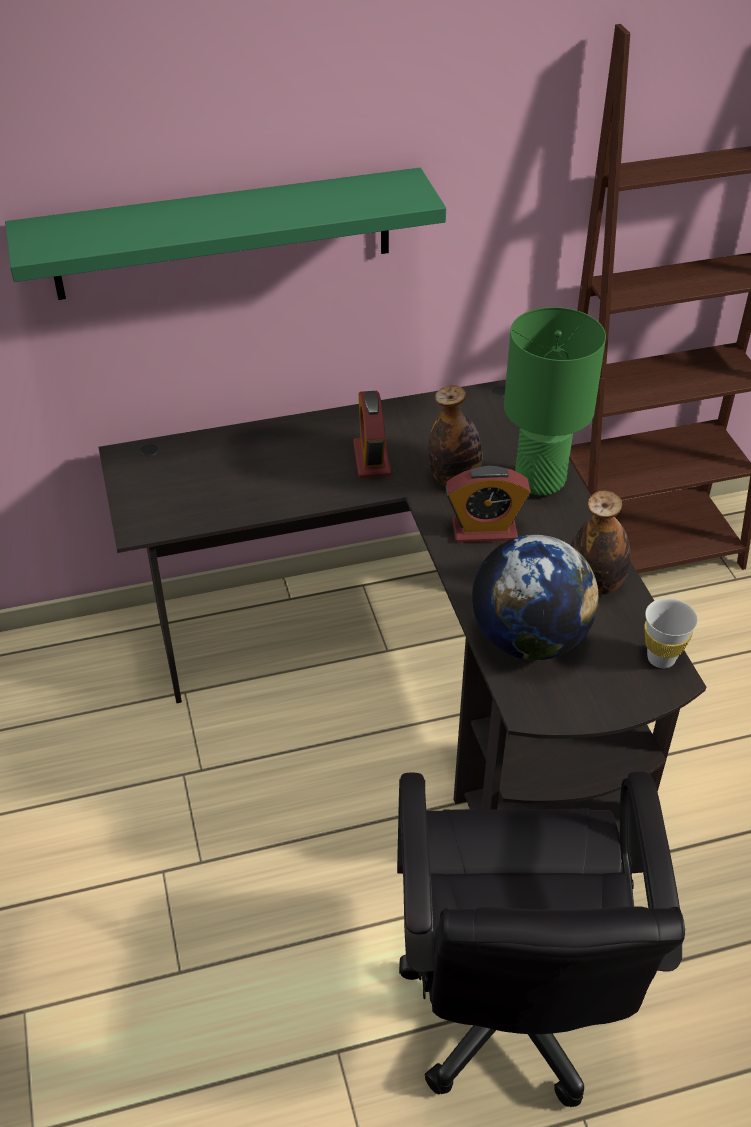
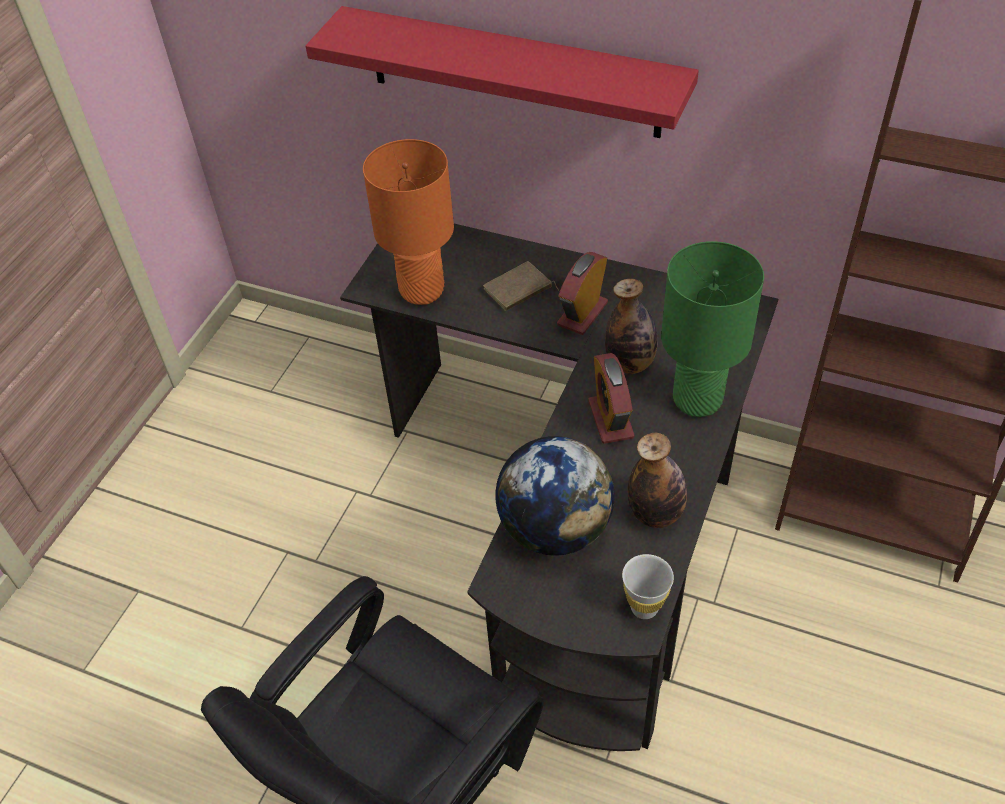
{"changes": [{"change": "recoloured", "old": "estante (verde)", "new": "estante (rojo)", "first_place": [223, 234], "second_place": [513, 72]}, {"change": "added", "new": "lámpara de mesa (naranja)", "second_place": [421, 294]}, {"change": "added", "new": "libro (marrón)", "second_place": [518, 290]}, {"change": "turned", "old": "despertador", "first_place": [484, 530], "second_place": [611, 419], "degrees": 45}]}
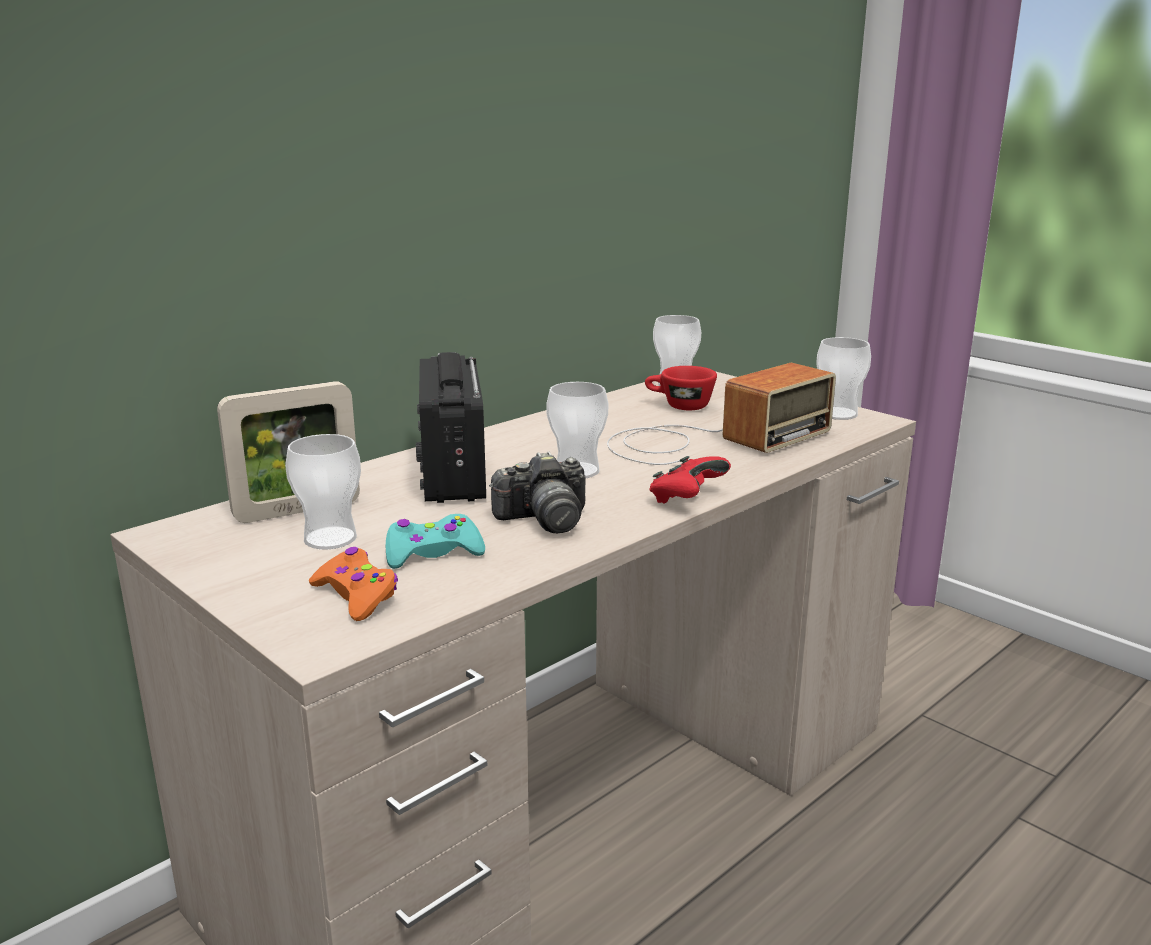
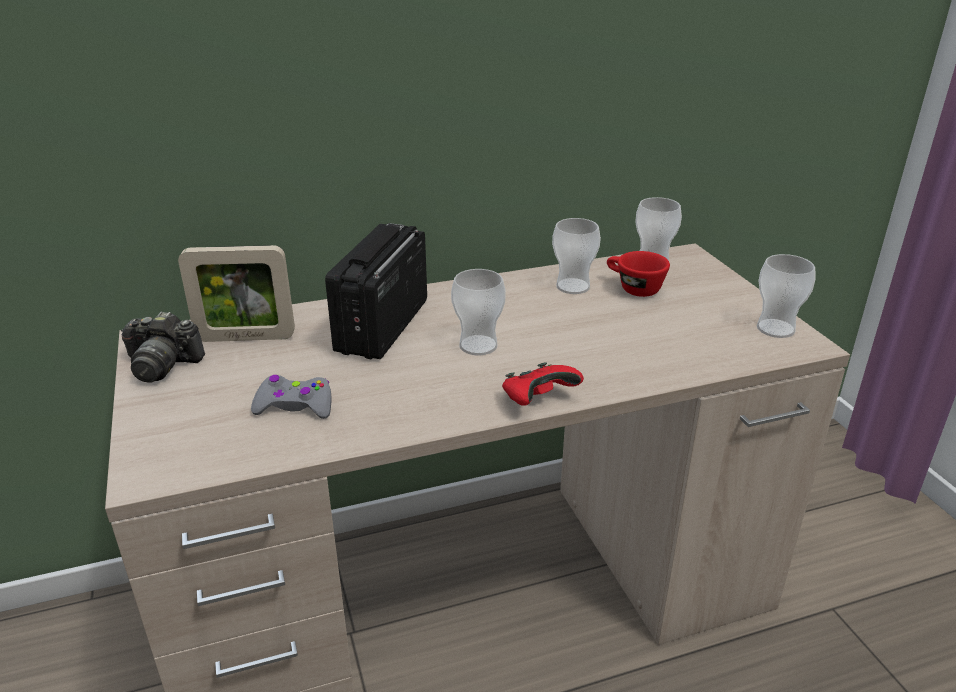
{"changes": [{"change": "moved", "old": "cámara", "first_place": [544, 519], "second_place": [162, 365]}, {"change": "recoloured", "old": "mando de consola (turquesa)", "new": "mando de consola (gris)", "first_place": [432, 553], "second_place": [295, 406]}, {"change": "moved", "old": "taza", "first_place": [330, 538], "second_place": [573, 286]}, {"change": "removed", "old": "mando de consola (naranja)", "first_place": [356, 595]}, {"change": "removed", "old": "radio", "first_place": [710, 440]}]}
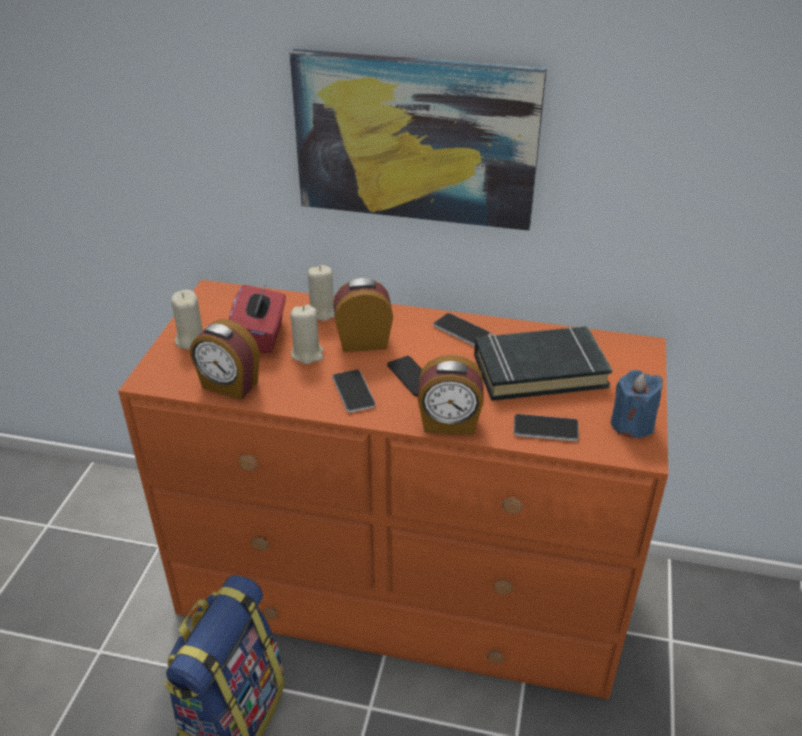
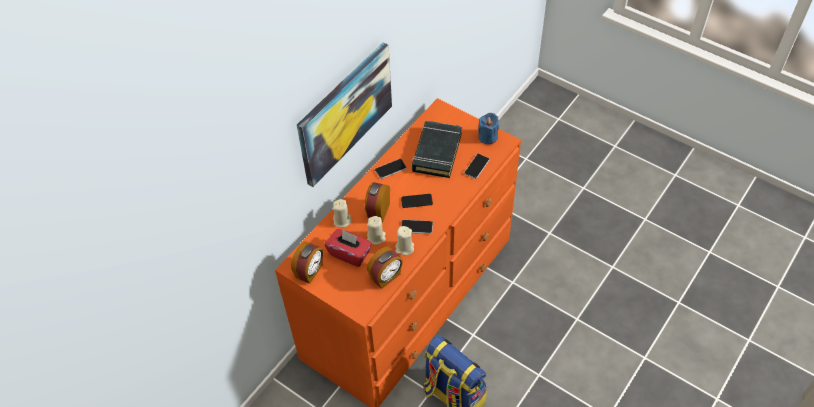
{"changes": [{"change": "moved", "old": "despertador", "first_place": [449, 424], "second_place": [310, 271]}, {"change": "moved", "old": "vela (beis)", "first_place": [190, 340], "second_place": [404, 248]}]}
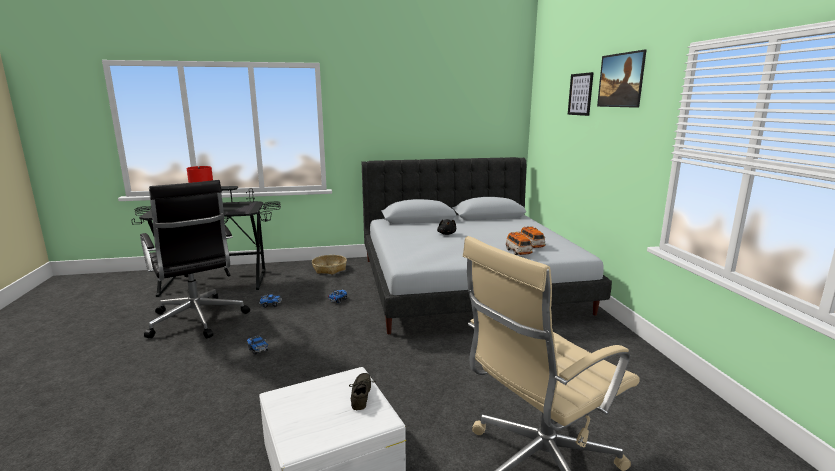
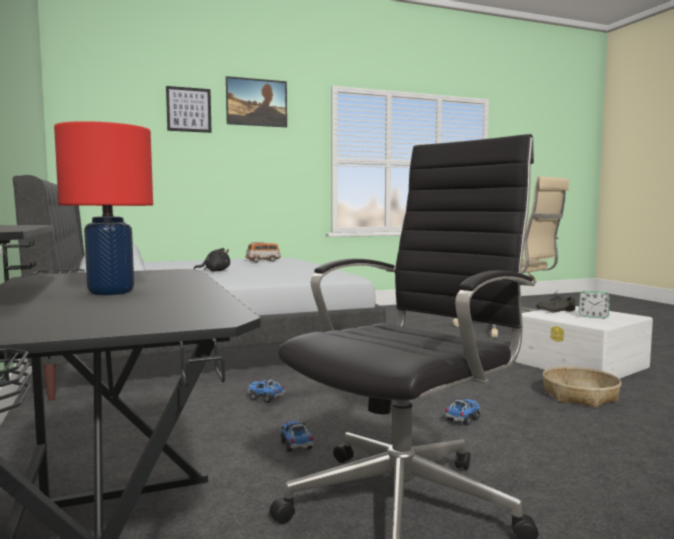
{"changes": [{"change": "moved", "old": "cesta", "first_place": [329, 269], "second_place": [580, 396]}, {"change": "added", "new": "despertador", "second_place": [593, 316]}, {"change": "removed", "old": "coche de juguete", "first_place": [518, 252]}]}
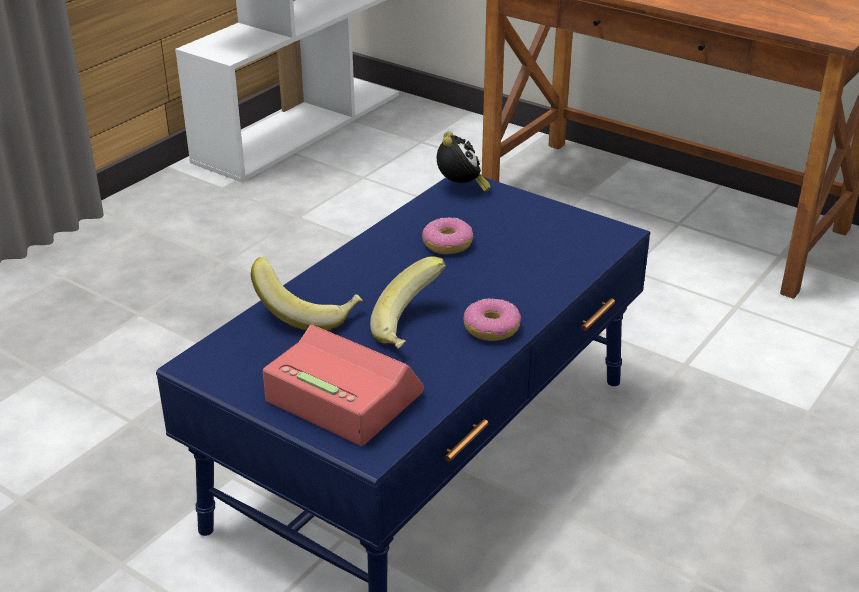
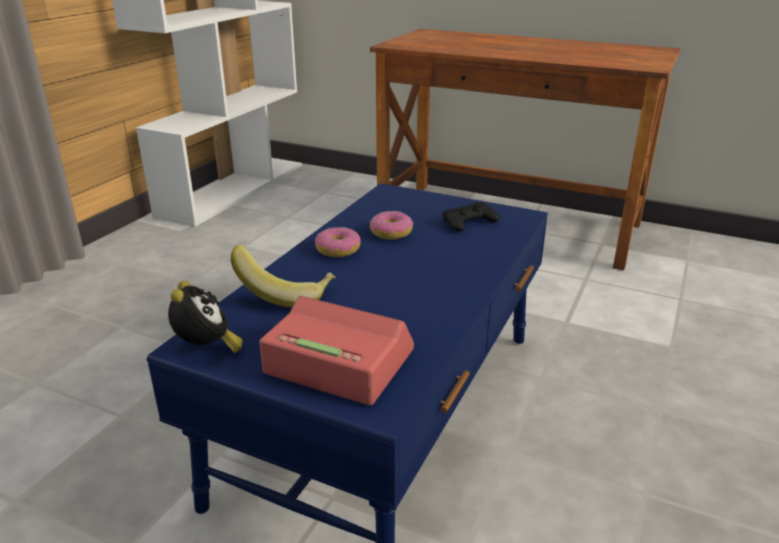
{"changes": [{"change": "moved", "old": "despertador", "first_place": [461, 188], "second_place": [207, 349]}, {"change": "moved", "old": "rosquilla", "first_place": [491, 328], "second_place": [338, 250]}, {"change": "added", "new": "mando de consola (negro)", "second_place": [469, 222]}, {"change": "removed", "old": "plátano", "first_place": [412, 328]}]}
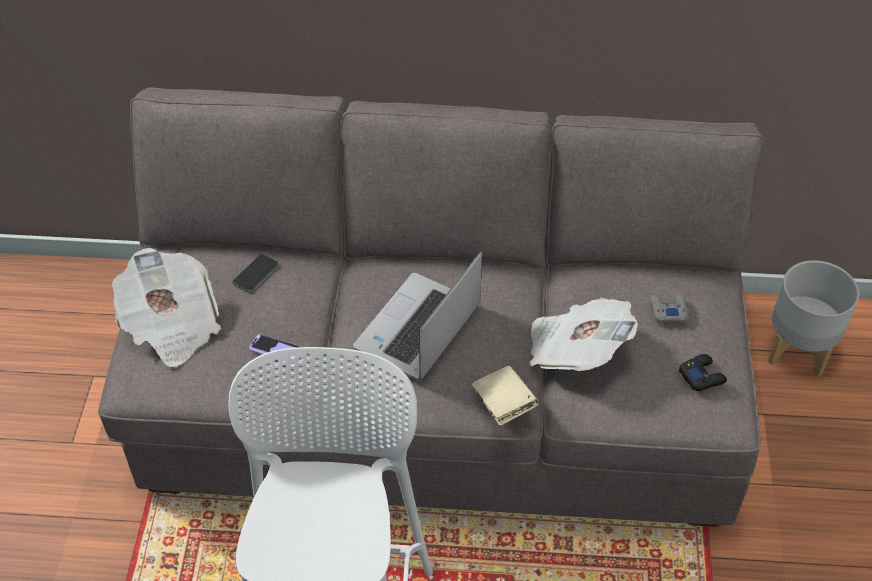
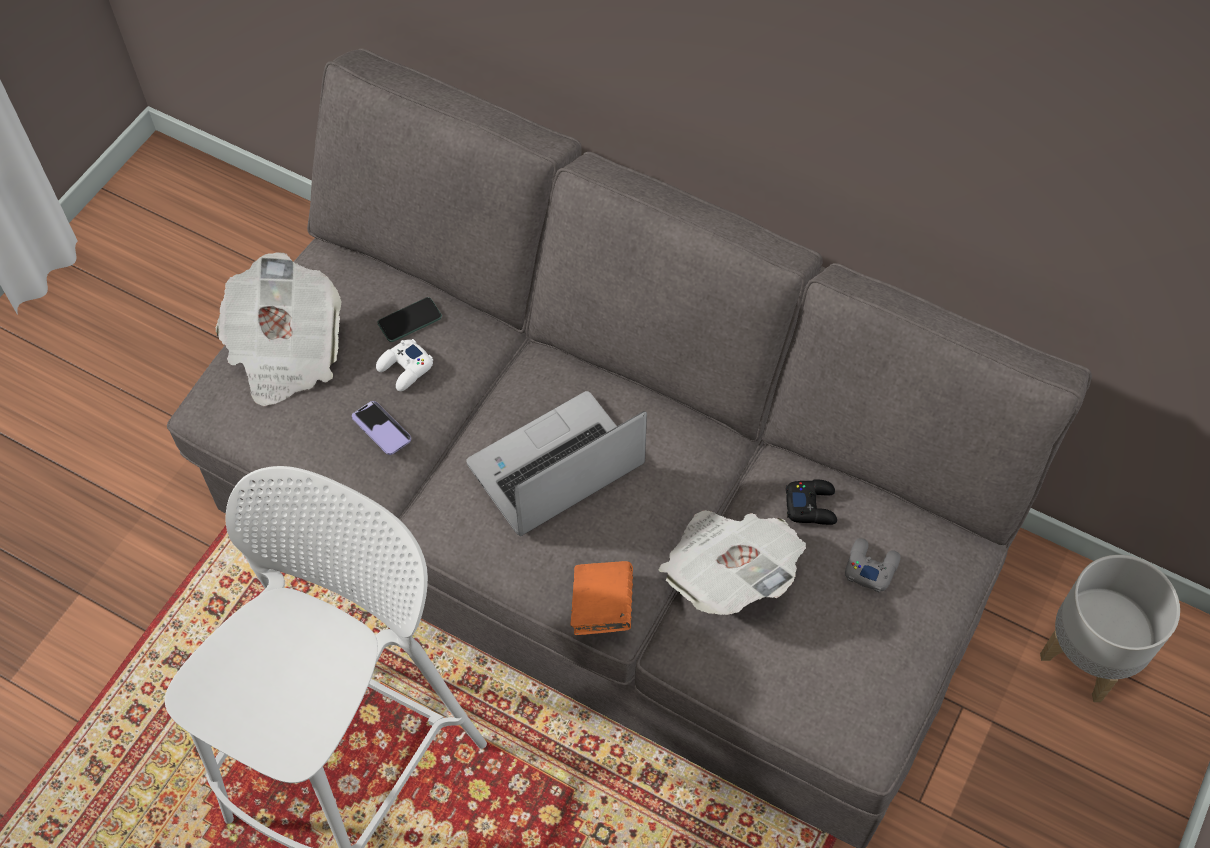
{"changes": [{"change": "added", "new": "mando de consola (blanco)", "second_place": [405, 369]}, {"change": "recoloured", "old": "libro (beis)", "new": "libro (naranja)", "first_place": [503, 405], "second_place": [602, 607]}, {"change": "moved", "old": "mando de consola (negro)", "first_place": [702, 376], "second_place": [811, 505]}]}
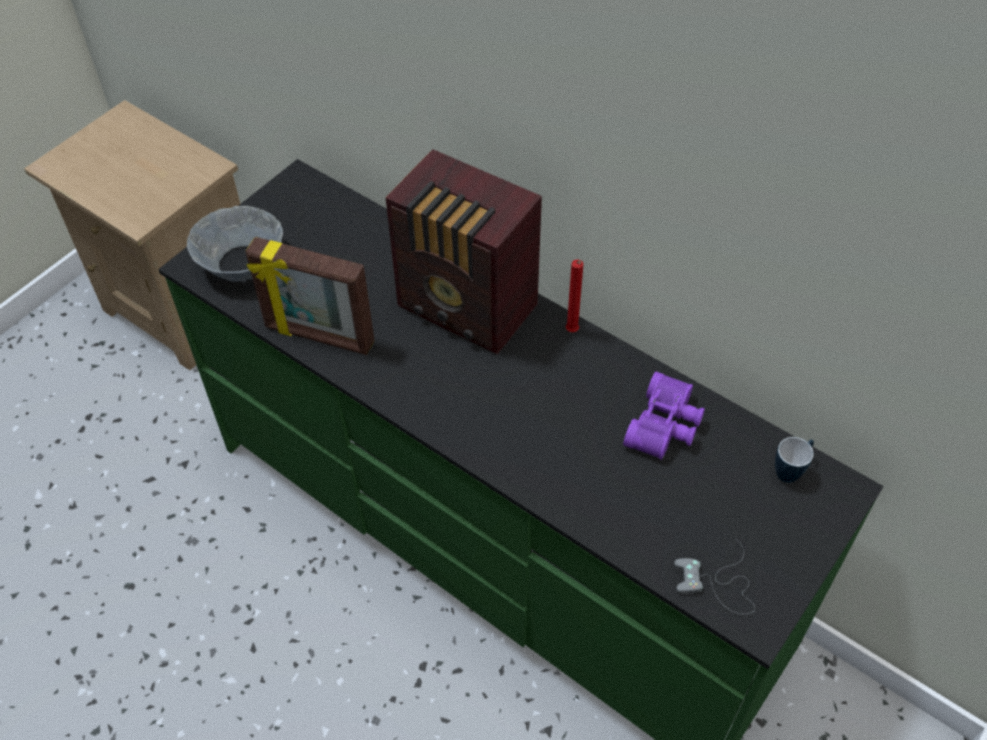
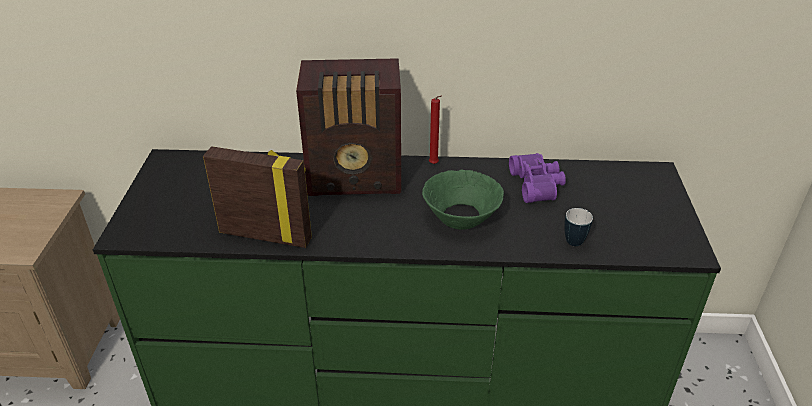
{"changes": [{"change": "turned", "old": "portarretratos", "first_place": [319, 336], "second_place": [266, 235], "degrees": -150}, {"change": "added", "new": "cuenco (verde)", "second_place": [462, 217]}, {"change": "moved", "old": "taza grande", "first_place": [791, 471], "second_place": [574, 238]}, {"change": "removed", "old": "cuenco (gris)", "first_place": [242, 263]}, {"change": "removed", "old": "mando de consola (gris)", "first_place": [718, 583]}]}
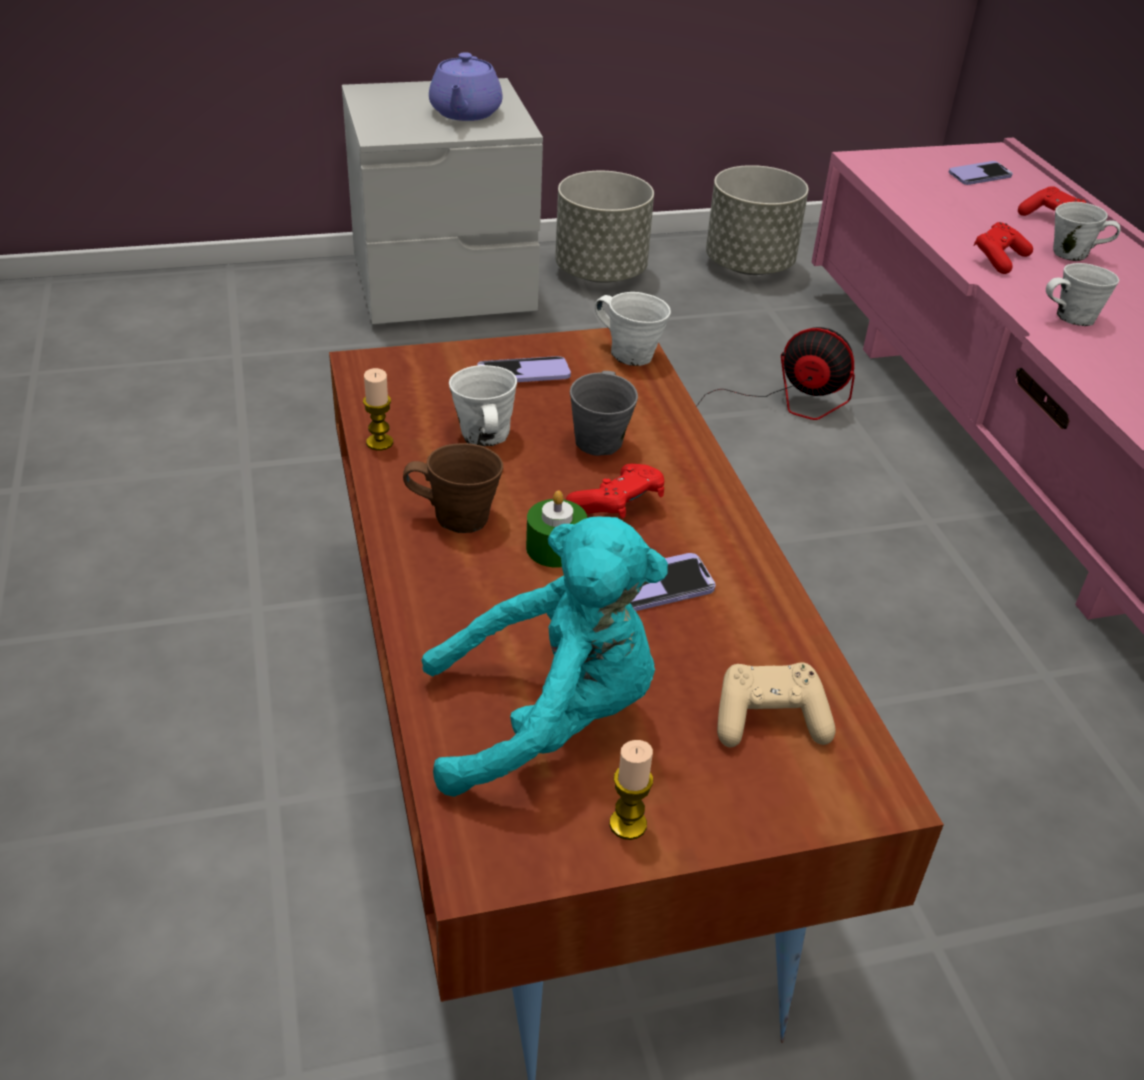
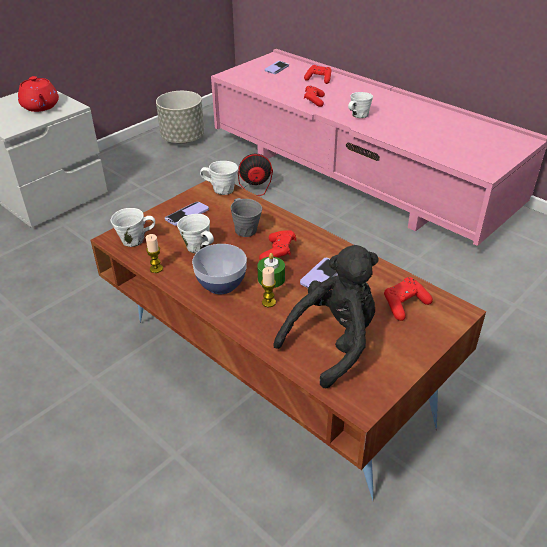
{"changes": [{"change": "recoloured", "old": "tetera (morado)", "new": "tetera (rojo)", "first_place": [465, 113], "second_place": [40, 107]}, {"change": "moved", "old": "taza grande (blanco)", "first_place": [1072, 254], "second_place": [134, 240]}, {"change": "replaced", "old": "taza grande (marrón)", "new": "cuenco", "first_place": [458, 517], "second_place": [221, 284]}, {"change": "moved", "old": "vela", "first_place": [628, 824], "second_place": [268, 302]}, {"change": "recoloured", "old": "peluche (turquesa)", "new": "peluche (negro)", "first_place": [549, 720], "second_place": [333, 343]}, {"change": "recoloured", "old": "mando de consola (beis)", "new": "mando de consola (rojo)", "first_place": [769, 720], "second_place": [404, 305]}, {"change": "removed", "old": "maceta (gris)", "first_place": [601, 273]}]}
